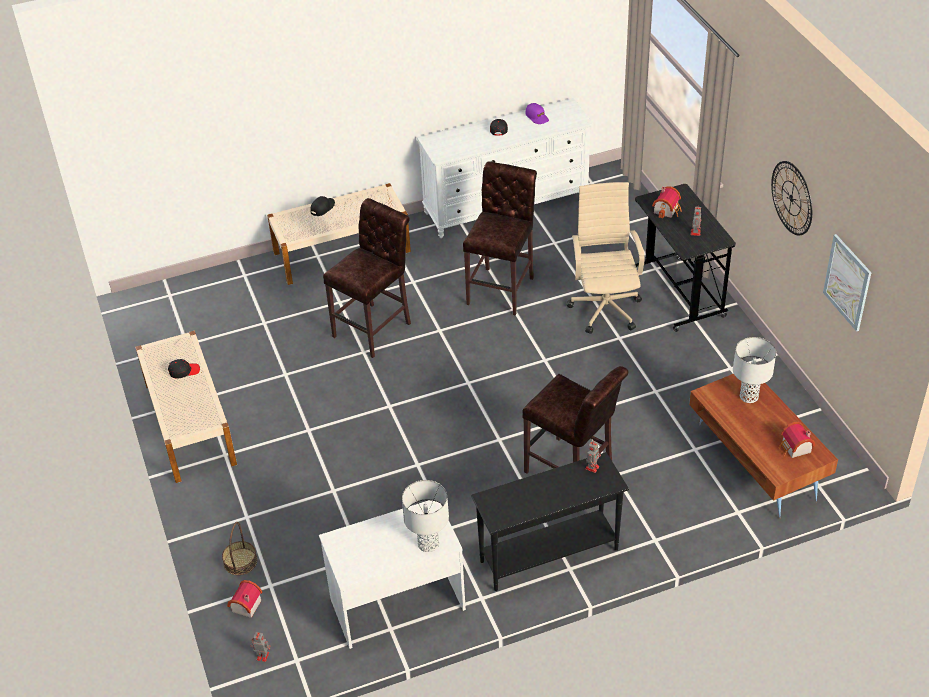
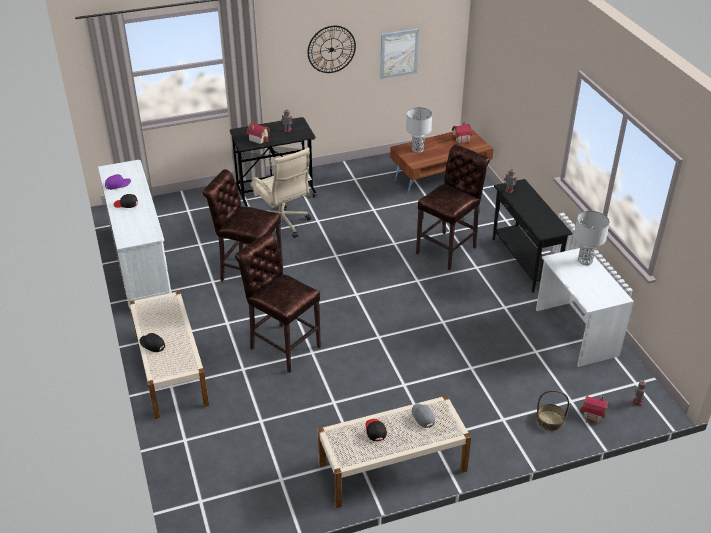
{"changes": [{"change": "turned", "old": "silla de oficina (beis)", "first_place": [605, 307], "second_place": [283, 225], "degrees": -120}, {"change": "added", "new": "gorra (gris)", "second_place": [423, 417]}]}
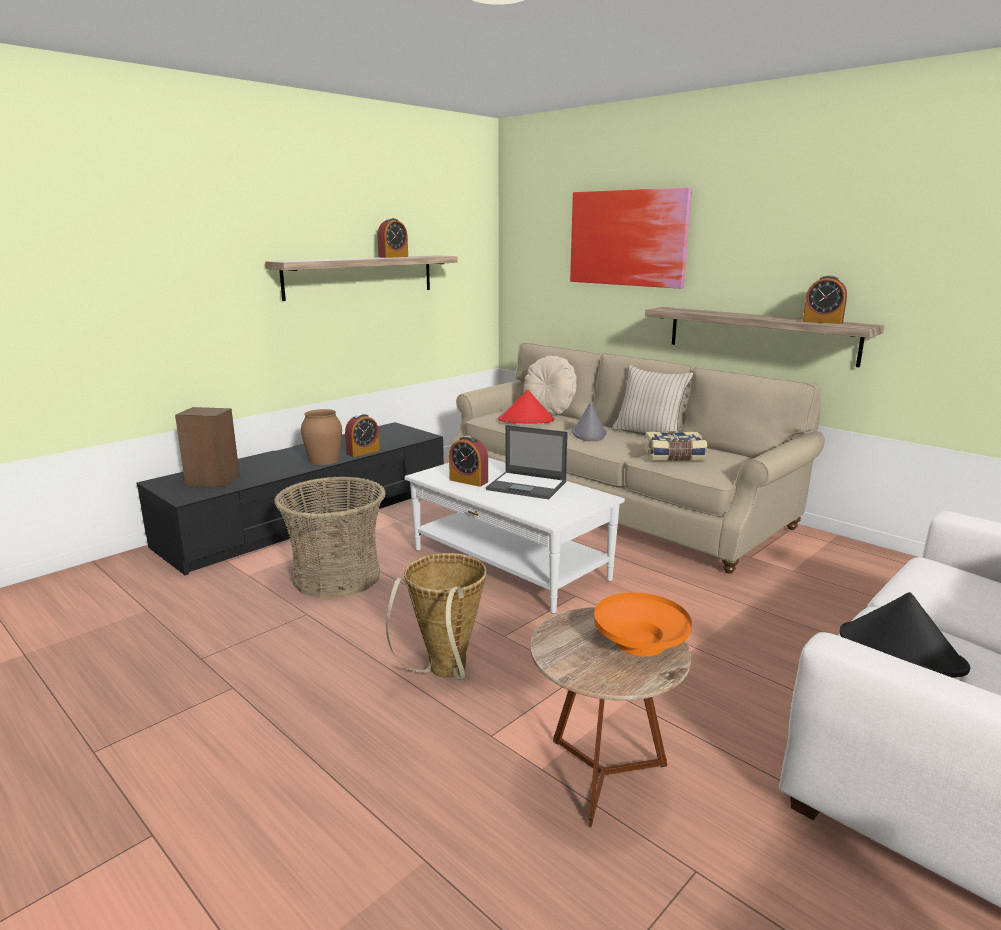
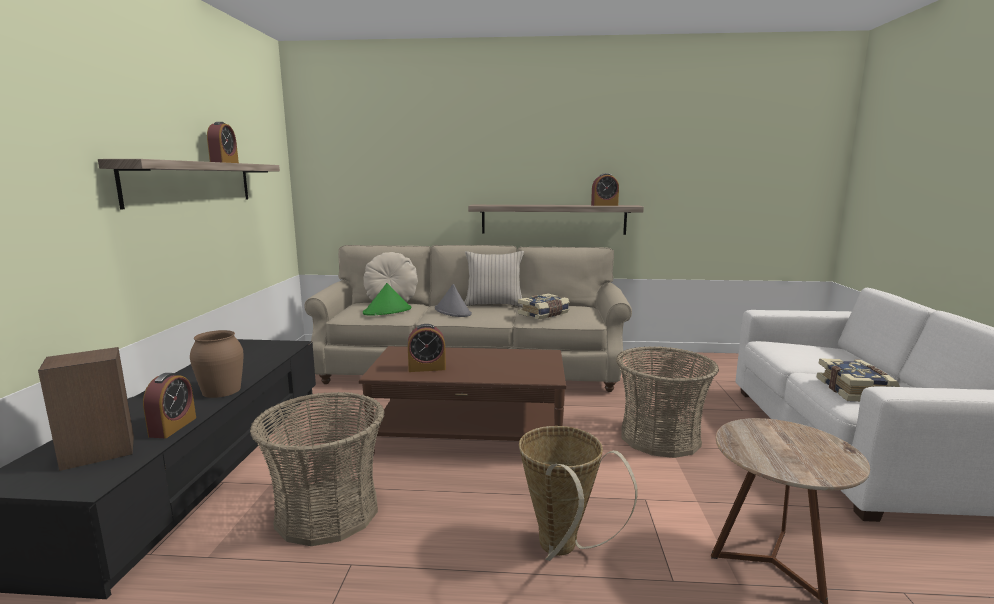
{"changes": [{"change": "moved", "old": "despertador", "first_place": [363, 452], "second_place": [173, 427]}, {"change": "recoloured", "old": "mesa de centro (blanco)", "new": "mesa de centro (marrón)", "first_place": [510, 565], "second_place": [469, 438]}, {"change": "recoloured", "old": "sombrero (rojo)", "new": "sombrero (verde)", "first_place": [526, 420], "second_place": [387, 311]}, {"change": "added", "new": "cesta", "second_place": [660, 437]}, {"change": "replaced", "old": "sombrero (negro)", "new": "libro", "first_place": [900, 651], "second_place": [855, 391]}, {"change": "removed", "old": "portátil", "first_place": [527, 486]}, {"change": "removed", "old": "cuadro", "first_place": [628, 238]}, {"change": "removed", "old": "cuenco (naranja)", "first_place": [640, 643]}]}
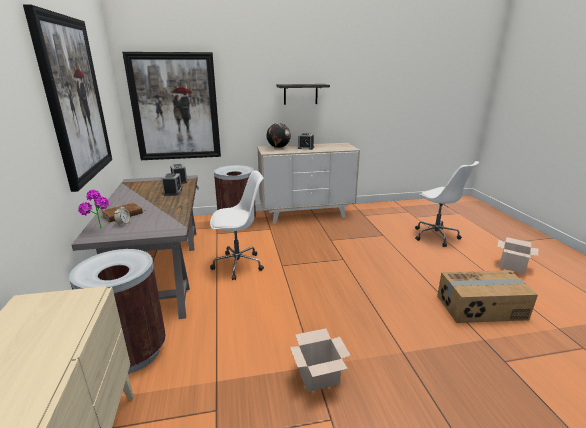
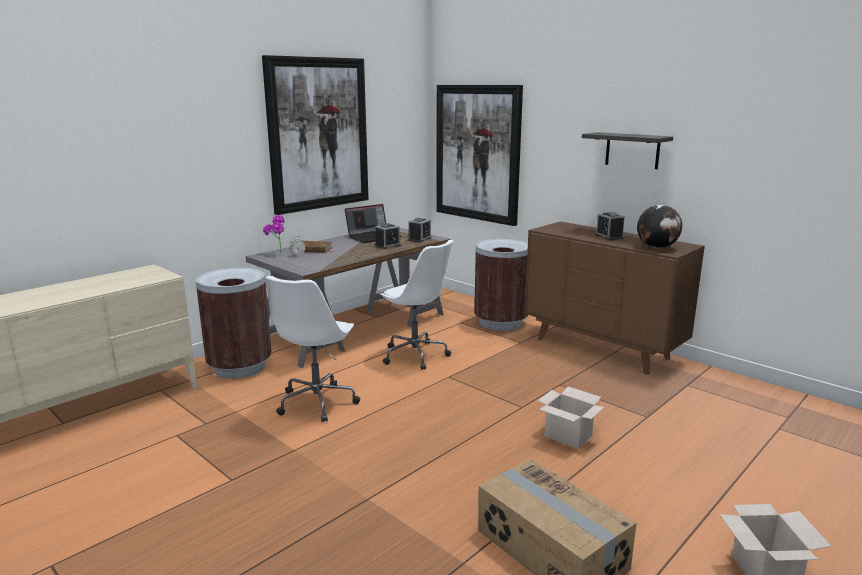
{"changes": [{"change": "moved", "old": "silla de oficina (blanco)", "first_place": [436, 236], "second_place": [316, 404]}, {"change": "added", "new": "portátil", "second_place": [373, 237]}, {"change": "recoloured", "old": "cómoda (blanco)", "new": "cómoda (marrón)", "first_place": [306, 215], "second_place": [601, 348]}, {"change": "moved", "old": "caja de cartón", "first_place": [318, 377], "second_place": [566, 436]}, {"change": "moved", "old": "globo terráqueo", "first_place": [278, 147], "second_place": [657, 247]}]}
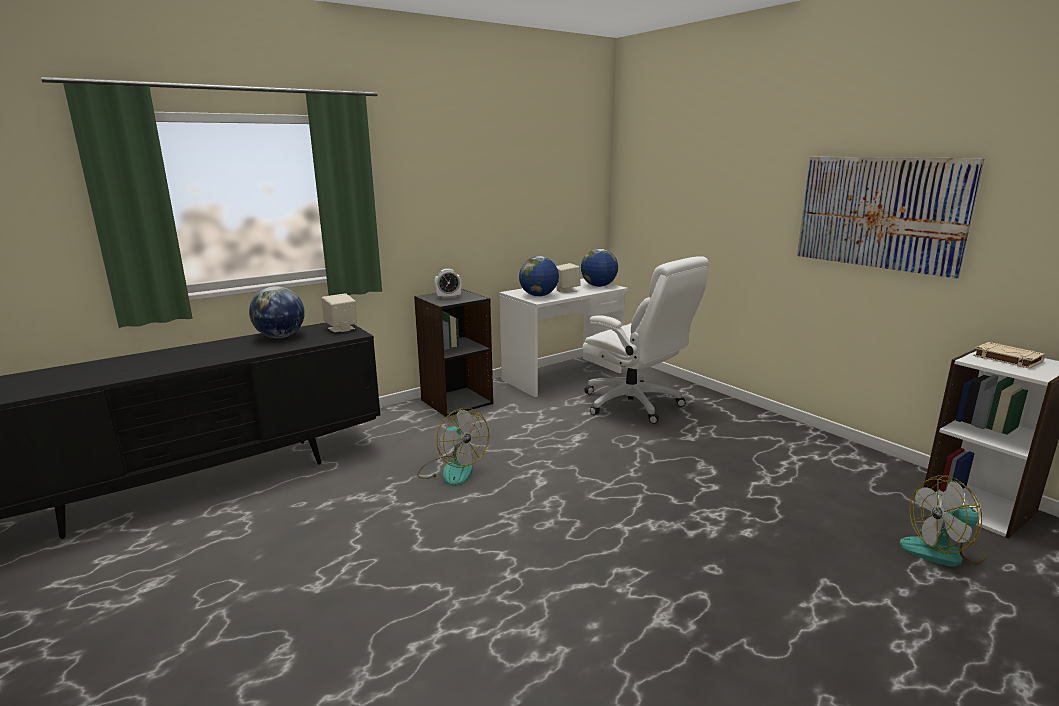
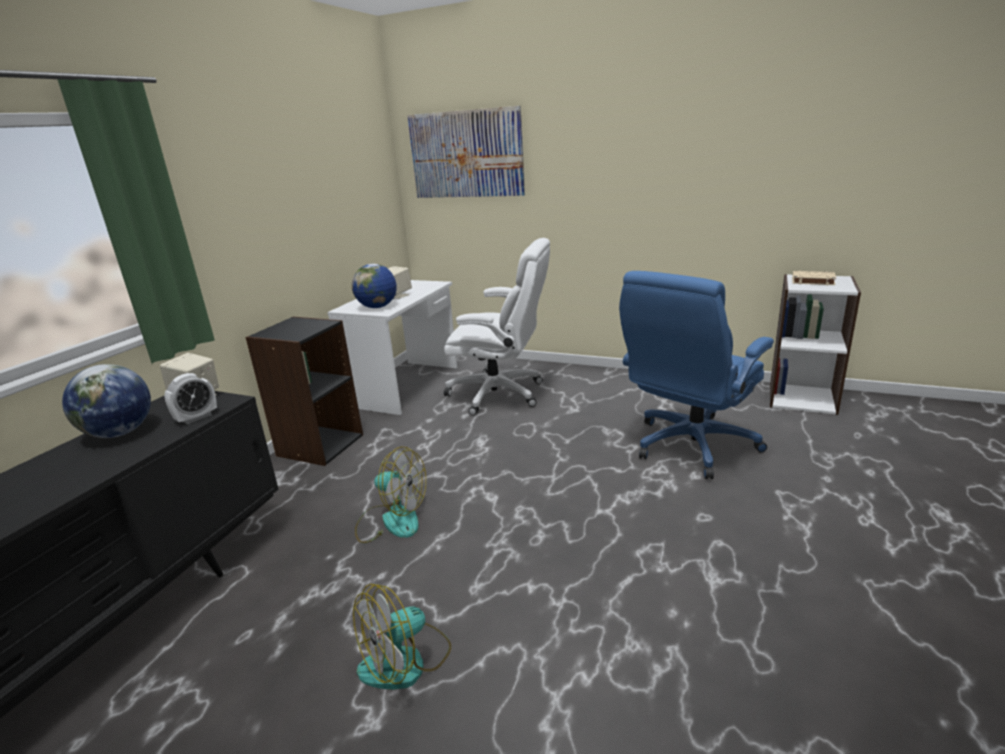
{"changes": [{"change": "moved", "old": "despertador", "first_place": [448, 297], "second_place": [197, 418]}, {"change": "moved", "old": "ventilador", "first_place": [943, 551], "second_place": [406, 661]}, {"change": "moved", "old": "cuadro", "first_place": [880, 212], "second_place": [466, 154]}, {"change": "added", "new": "silla de oficina (azul)", "second_place": [688, 448]}, {"change": "removed", "old": "globo terráqueo", "first_place": [598, 286]}]}
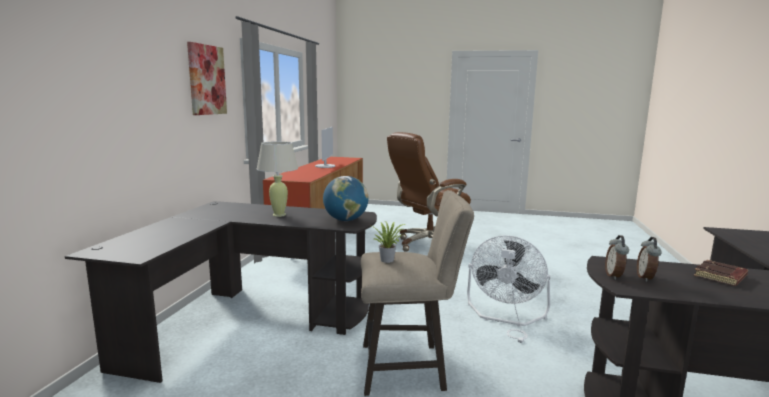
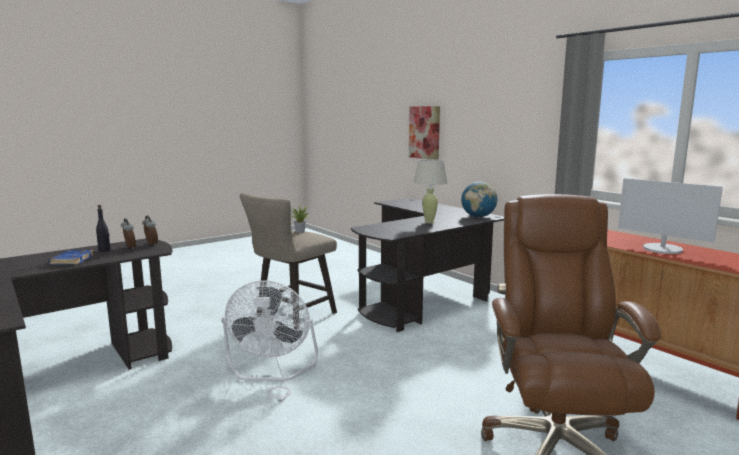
{"changes": [{"change": "recoloured", "old": "libro (marrón)", "new": "libro (azul)", "first_place": [720, 277], "second_place": [72, 260]}, {"change": "added", "new": "botella (negro)", "second_place": [104, 250]}, {"change": "turned", "old": "ventilador (blanco)", "first_place": [506, 318], "second_place": [270, 374], "degrees": -150}, {"change": "moved", "old": "cuadro", "first_place": [206, 80], "second_place": [424, 132]}, {"change": "moved", "old": "globo terráqueo", "first_place": [345, 220], "second_place": [478, 216]}]}
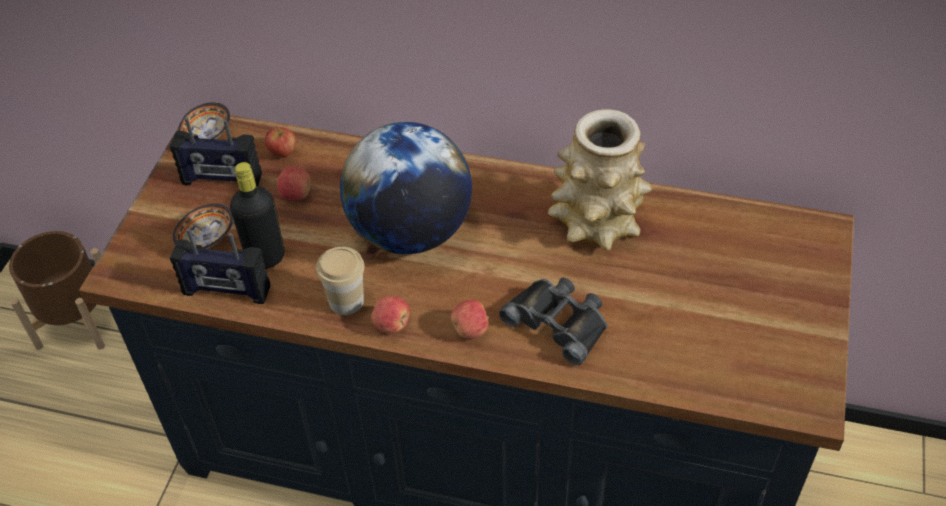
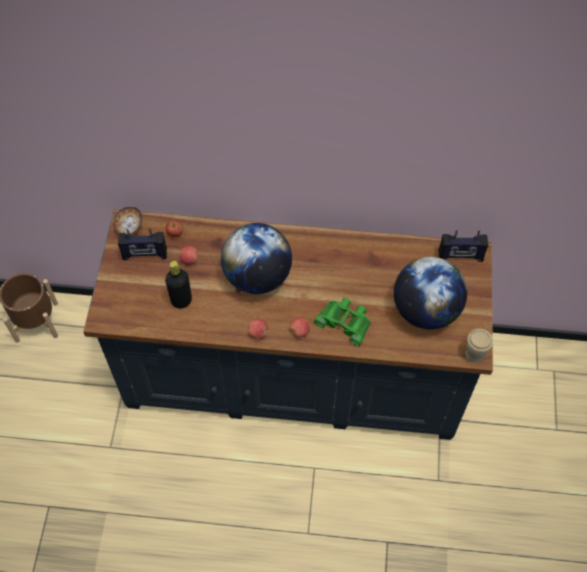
{"changes": [{"change": "recoloured", "old": "prismáticos (negro)", "new": "prismáticos (verde)", "first_place": [559, 322], "second_place": [345, 322]}, {"change": "added", "new": "globo terráqueo", "second_place": [425, 310]}, {"change": "moved", "old": "radio", "first_place": [226, 291], "second_place": [460, 256]}, {"change": "moved", "old": "taza", "first_place": [346, 301], "second_place": [474, 354]}, {"change": "removed", "old": "cuenco", "first_place": [207, 239]}, {"change": "removed", "old": "florero", "first_place": [596, 223]}]}
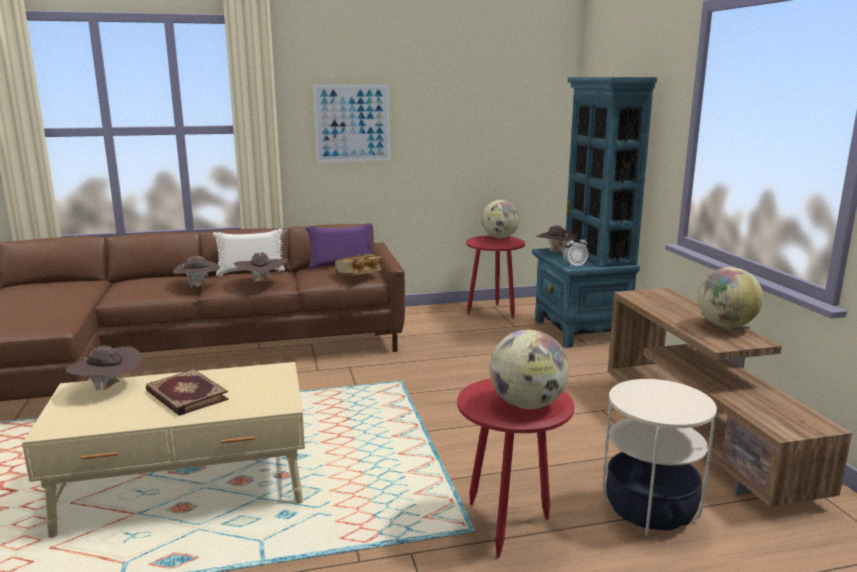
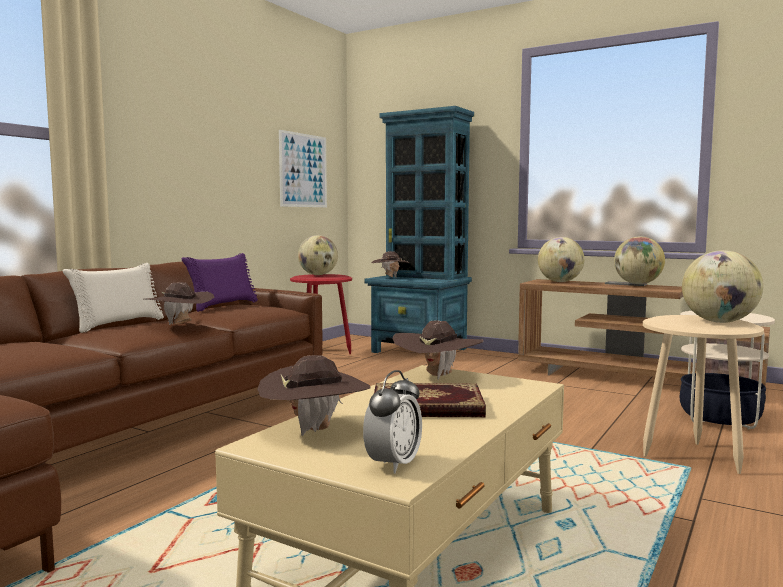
{"changes": [{"change": "moved", "old": "cuadro", "first_place": [352, 123], "second_place": [303, 170]}, {"change": "moved", "old": "despertador", "first_place": [574, 266], "second_place": [393, 464]}, {"change": "moved", "old": "sombrero (marrón)", "first_place": [198, 286], "second_place": [437, 376]}, {"change": "added", "new": "globo terráqueo", "second_place": [560, 282]}, {"change": "recoloured", "old": "mesa auxiliar (rojo)", "new": "mesa auxiliar (beis)", "first_place": [510, 525], "second_place": [693, 456]}, {"change": "removed", "old": "libro", "first_place": [359, 274]}]}
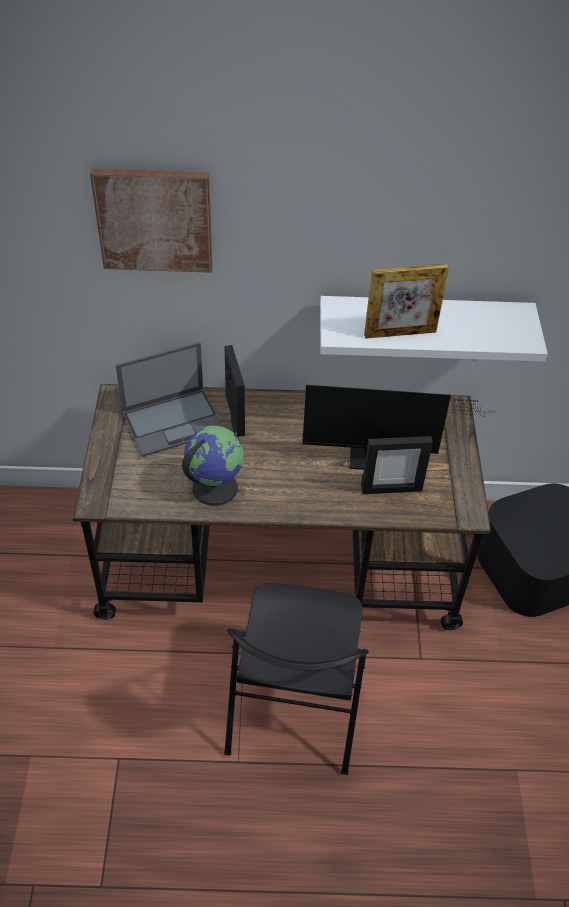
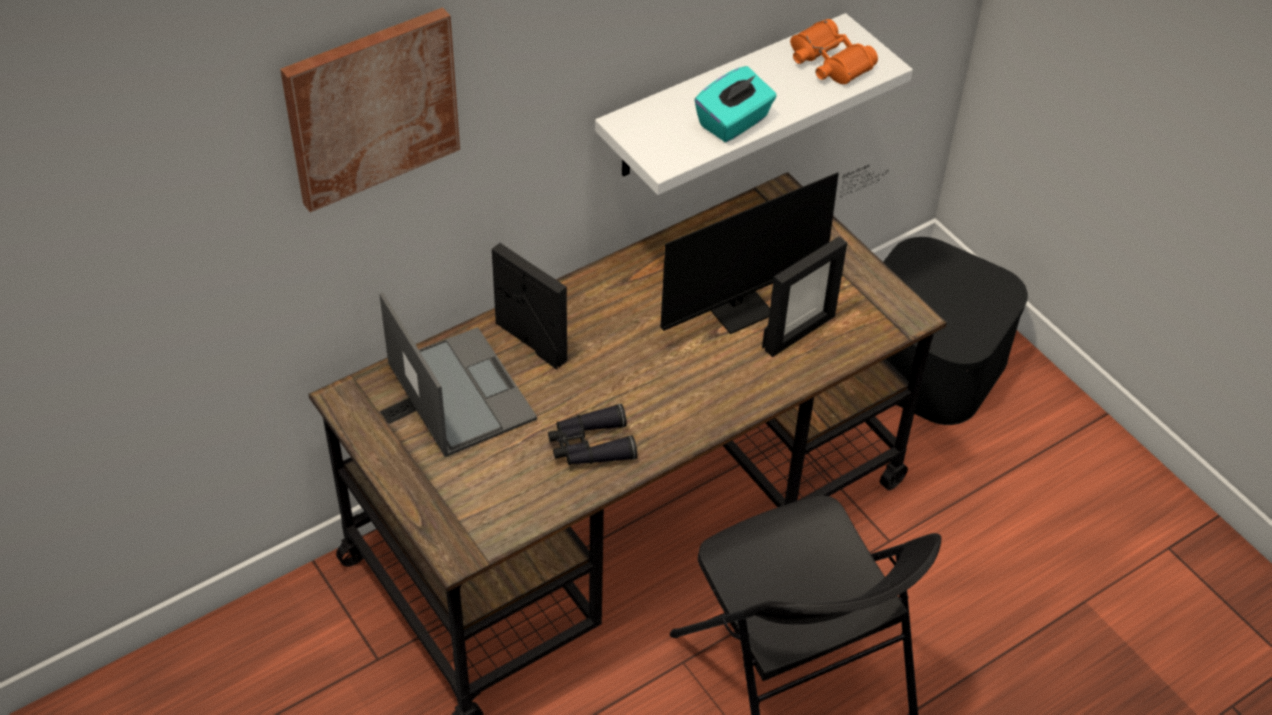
{"changes": [{"change": "turned", "old": "portátil", "first_place": [174, 421], "second_place": [459, 391], "degrees": -60}, {"change": "replaced", "old": "globo terráqueo", "new": "prismáticos (negro)", "first_place": [214, 487], "second_place": [590, 446]}, {"change": "replaced", "old": "portarretratos", "new": "caja de pañuelos (turquesa)", "first_place": [400, 333], "second_place": [734, 122]}, {"change": "added", "new": "prismáticos (naranja)", "second_place": [829, 62]}]}
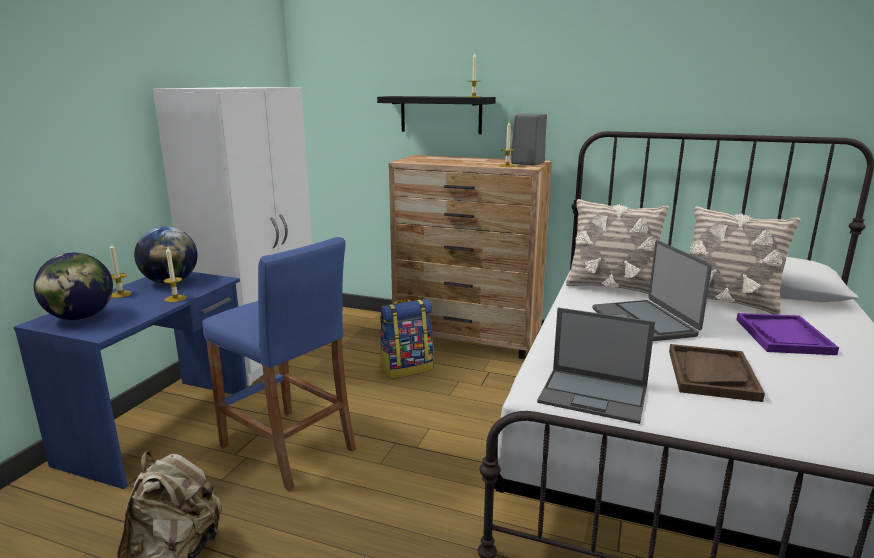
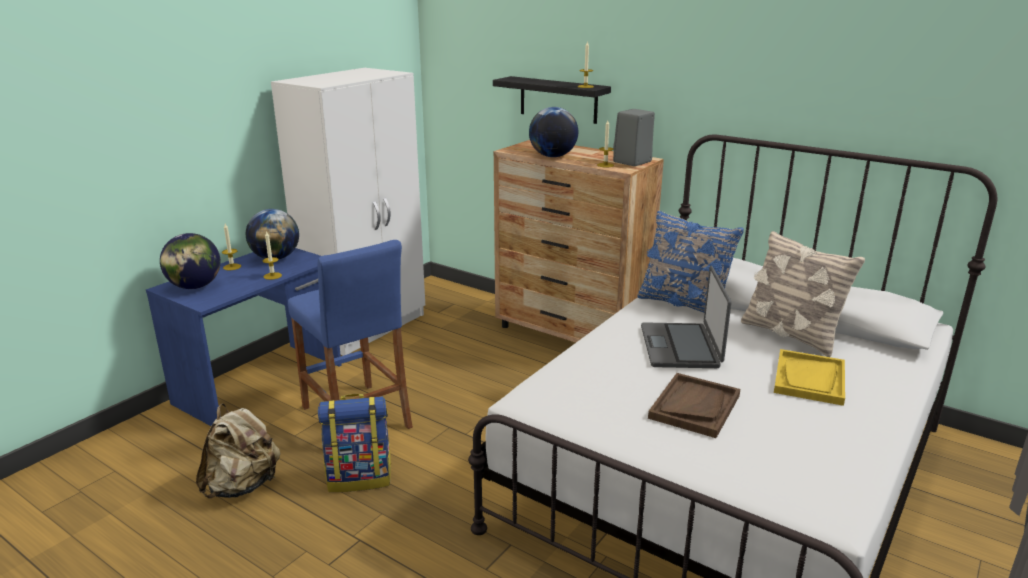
{"changes": [{"change": "moved", "old": "mochila", "first_place": [407, 368], "second_place": [360, 478]}, {"change": "added", "new": "globo terráqueo", "second_place": [553, 156]}, {"change": "recoloured", "old": "cojín (beis)", "new": "cojín (azul)", "first_place": [611, 288], "second_place": [683, 305]}, {"change": "recoloured", "old": "bandeja (morado)", "new": "bandeja (amarillo)", "first_place": [783, 336], "second_place": [809, 379]}, {"change": "removed", "old": "portátil", "first_place": [594, 395]}]}
